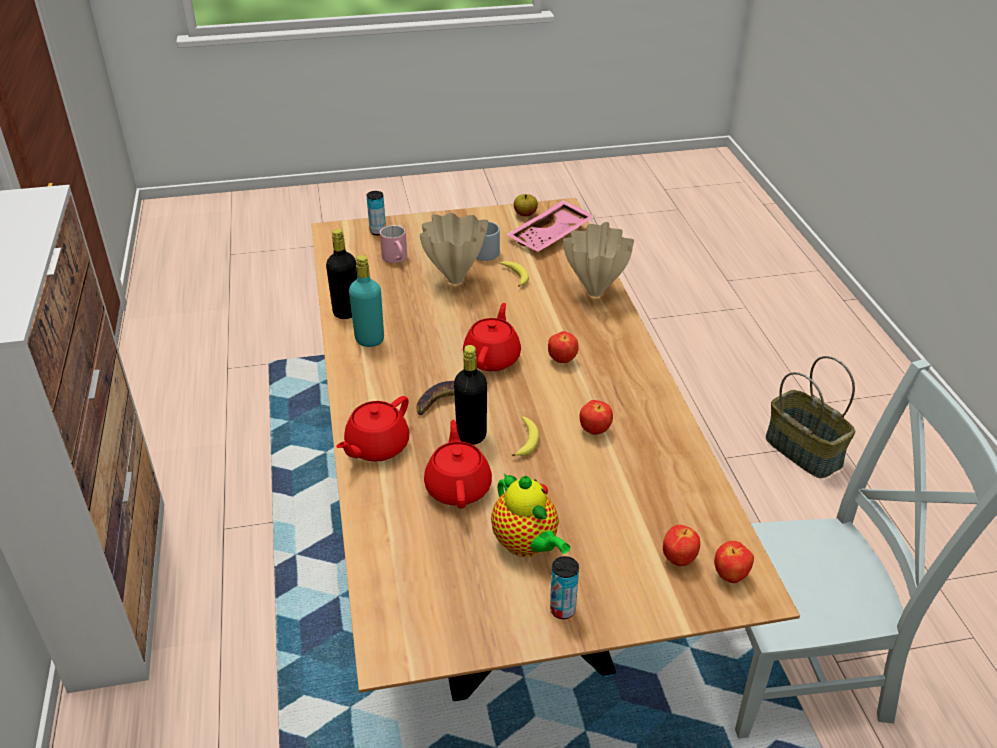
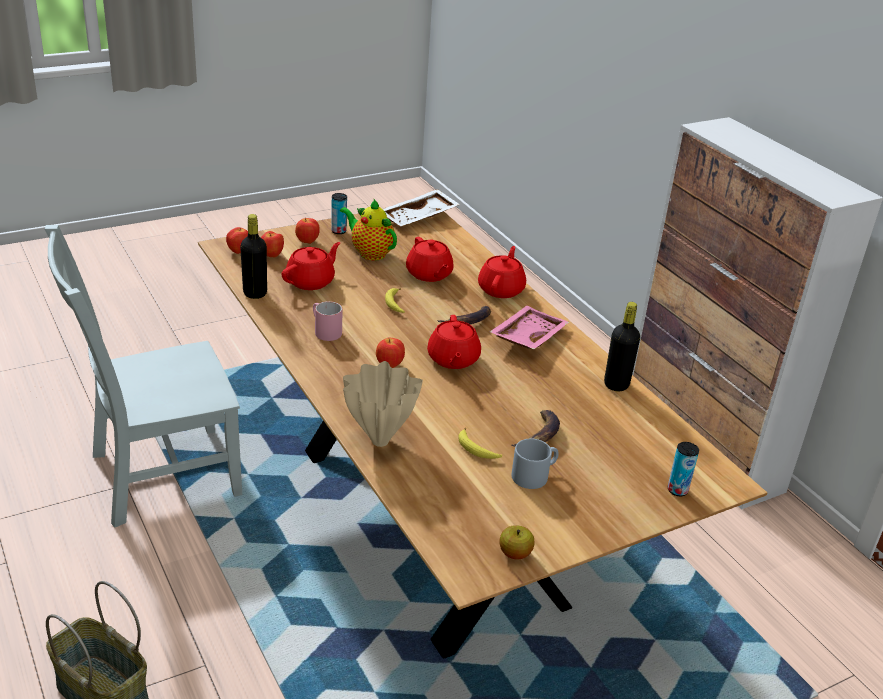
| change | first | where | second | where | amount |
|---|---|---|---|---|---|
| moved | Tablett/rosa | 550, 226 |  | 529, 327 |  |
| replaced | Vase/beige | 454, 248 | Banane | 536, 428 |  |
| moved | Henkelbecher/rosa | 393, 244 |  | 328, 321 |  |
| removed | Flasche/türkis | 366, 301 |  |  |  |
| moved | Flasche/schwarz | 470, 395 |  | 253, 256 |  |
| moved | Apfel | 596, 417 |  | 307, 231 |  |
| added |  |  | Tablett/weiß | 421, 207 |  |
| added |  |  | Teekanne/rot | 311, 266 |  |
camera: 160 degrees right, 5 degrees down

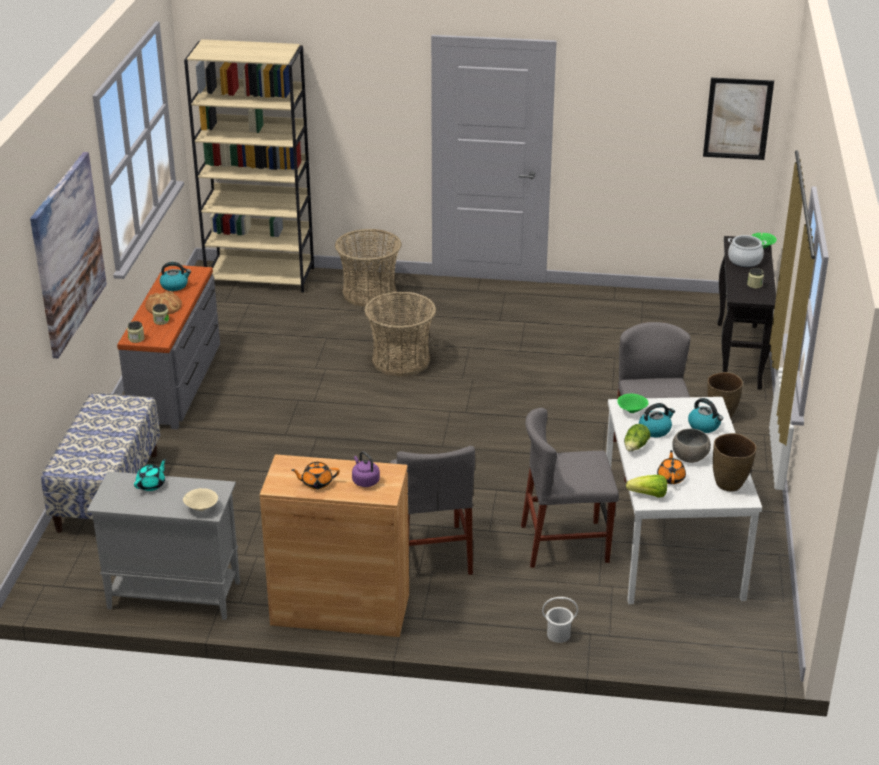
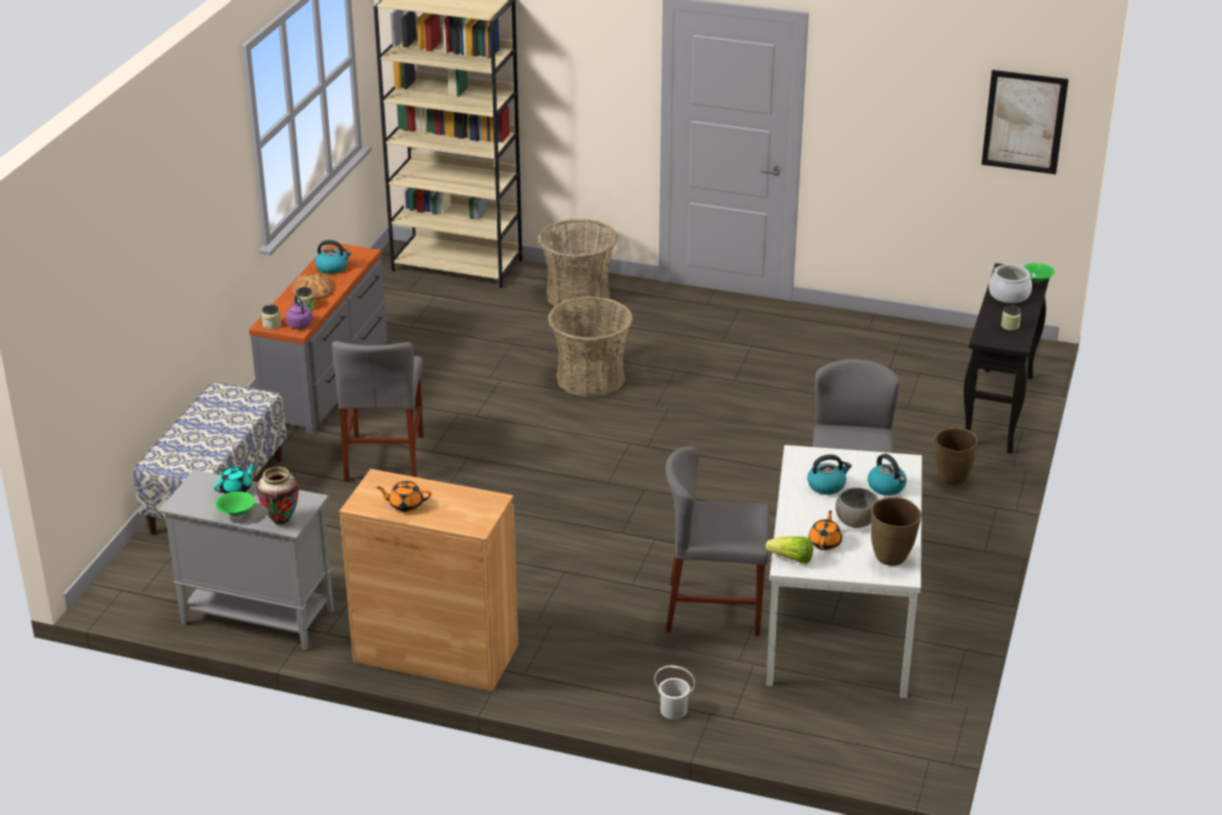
| change | first | where | second | where | amount |
|---|---|---|---|---|---|
| removed | Bild | 68, 255 |  |  |  |
| moved | Schüssel/grün | 632, 403 |  | 235, 504 |  |
| removed | Salatkopf | 637, 437 |  |  |  |
| moved | Stuhl/grau | 432, 510 |  | 378, 411 |  |
| moved | Wasserkessel/lila | 366, 469 |  | 299, 312 |  |
| replaced | Schüssel/beige | 200, 499 | Vase | 278, 496 |  |
camera: 10 degrees right, 0 degrees up

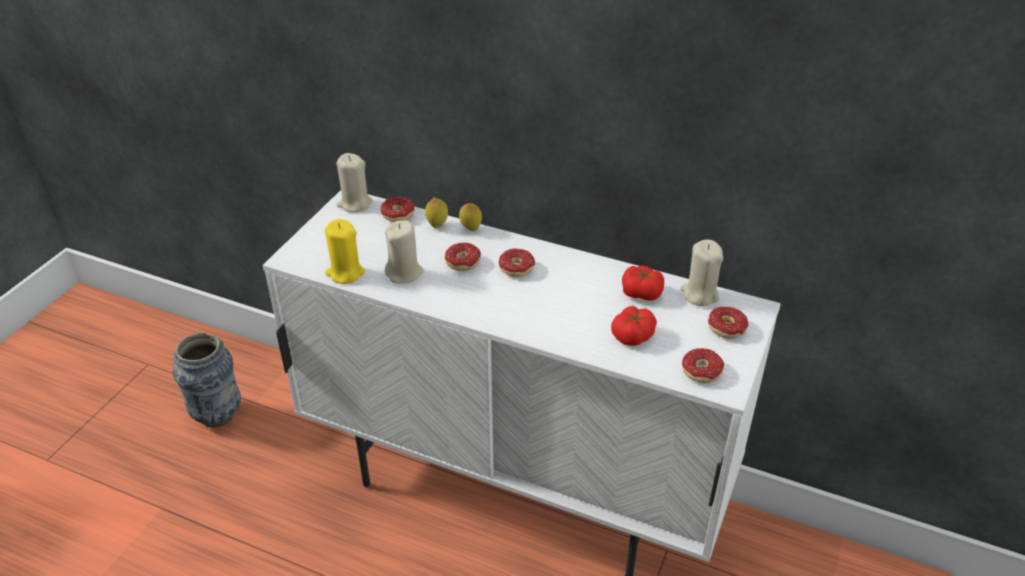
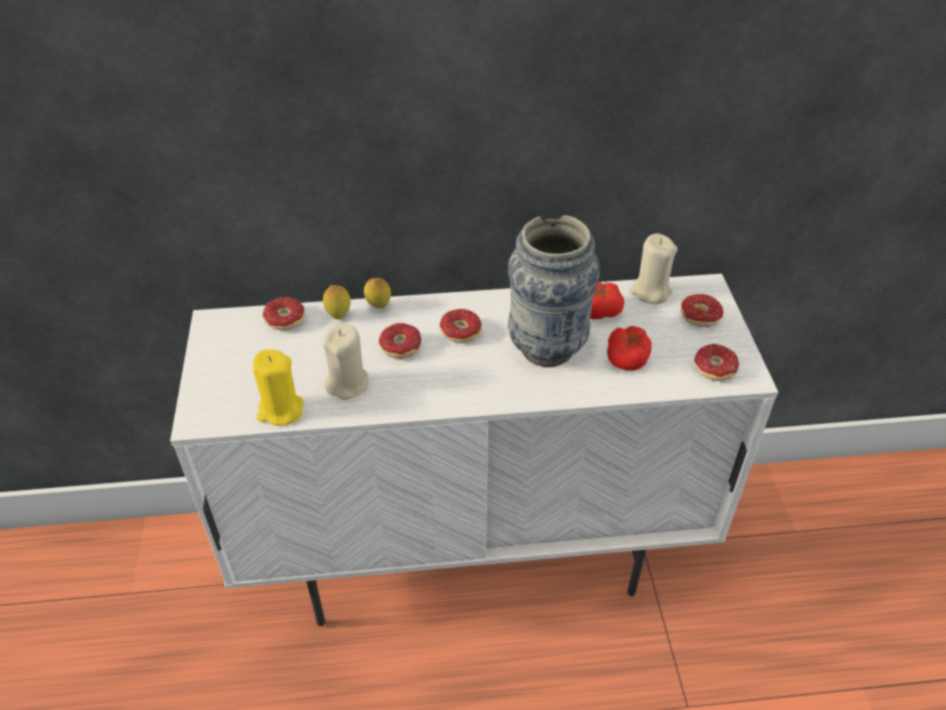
| change | first | where | second | where | amount |
|---|---|---|---|---|---|
| removed | Kerze/beige | 354, 183 |  |  |  |
| moved | Vase | 207, 379 |  | 554, 291 |  |
camera: 30 degrees left, 5 degrees up

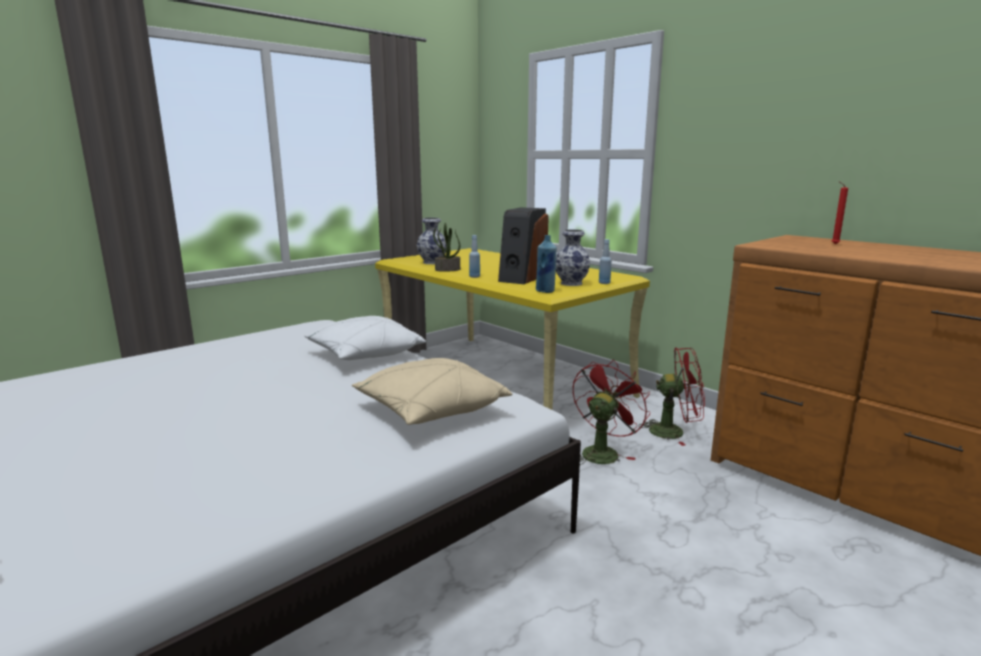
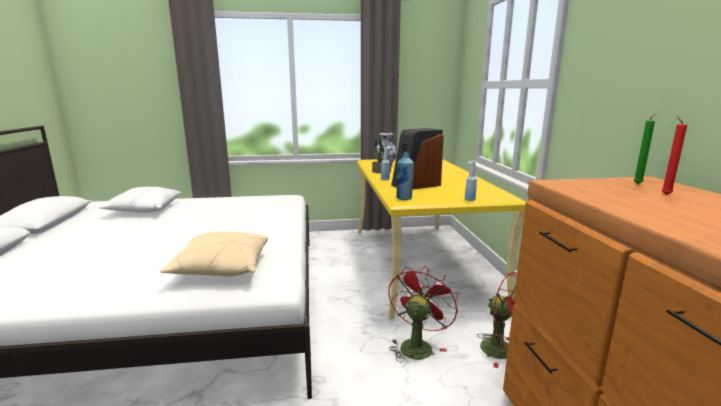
| change | first | where | second | where | amount |
|---|---|---|---|---|---|
| removed | Vase | 573, 257 |  |  |  |
| moved | Kissen/weiß | 365, 338 |  | 139, 199 |  |
| turned | Ventilator/rot | 611, 412 |  | 423, 313 | 45 degrees counterclockwise |
| added |  |  | Kerze/grün | 645, 148 |  |
camera: 35 degrees right, 0 degrees up

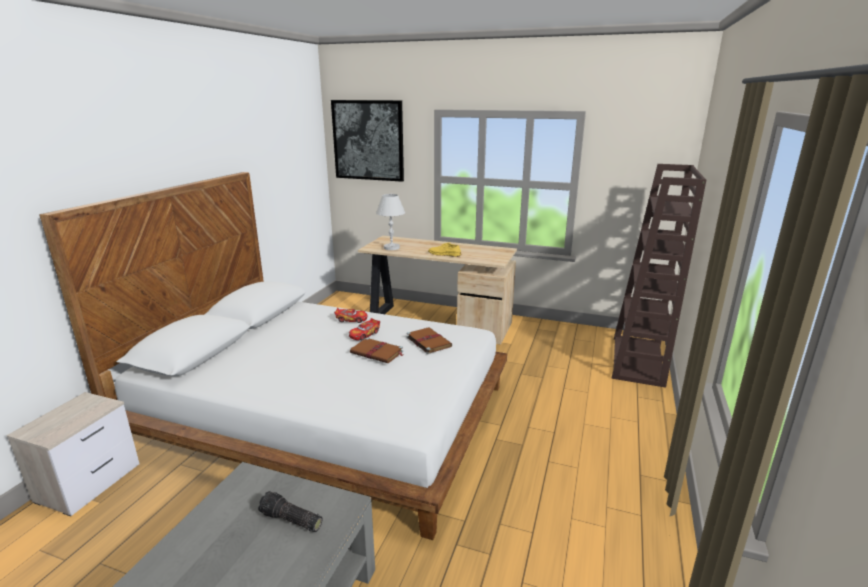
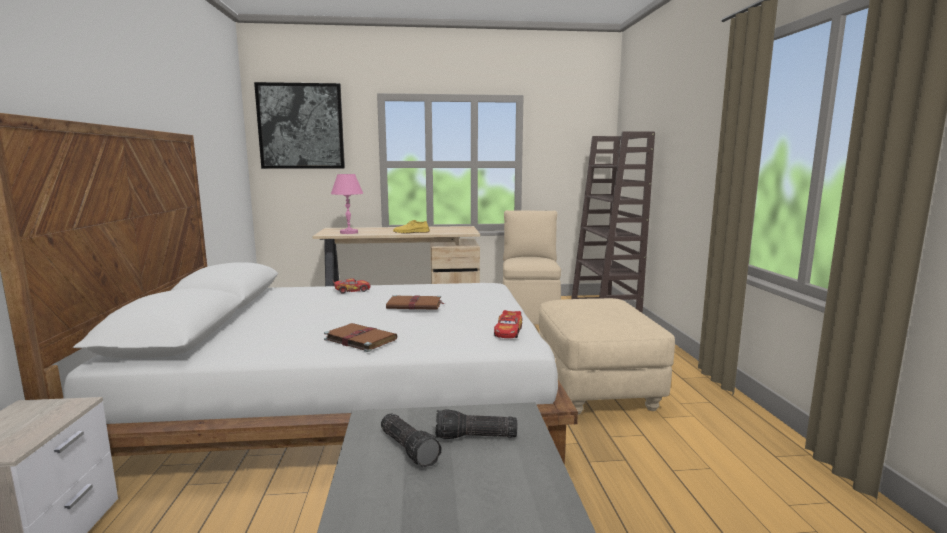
| change | first | where | second | where | amount |
|---|---|---|---|---|---|
| recoloured | Tischlampe/weiß | 390, 222 | Tischlampe/rosa | 347, 204 |  |
| moved | Spielzeugauto | 364, 329 |  | 508, 324 |  |
| moved | Buch/braun | 429, 340 |  | 360, 337 |  |
| added |  |  | Stuhl/beige | 532, 267 |  |
| added |  |  | Polsterhocker/beige | 607, 356 |  |
| added |  |  | Taschenlampe | 411, 440 |  |
camera: 25 degrees left, 10 degrees down

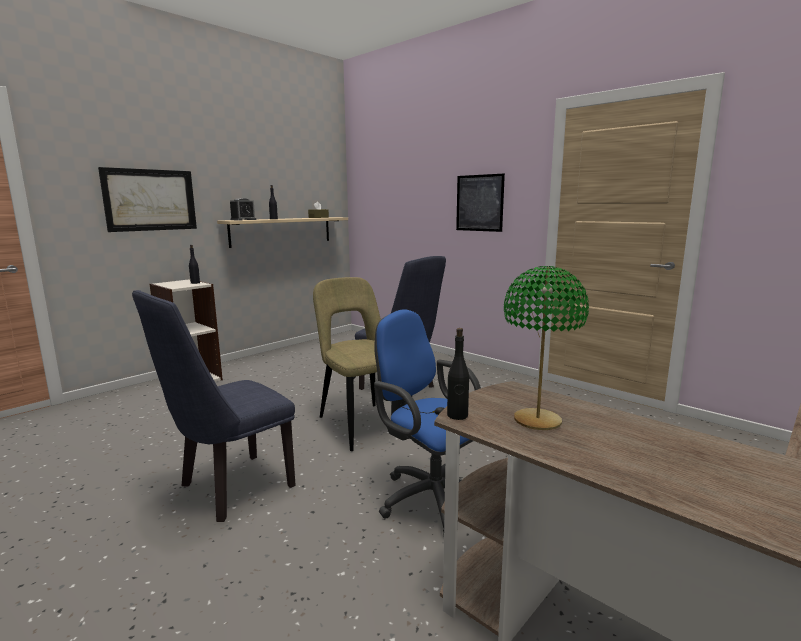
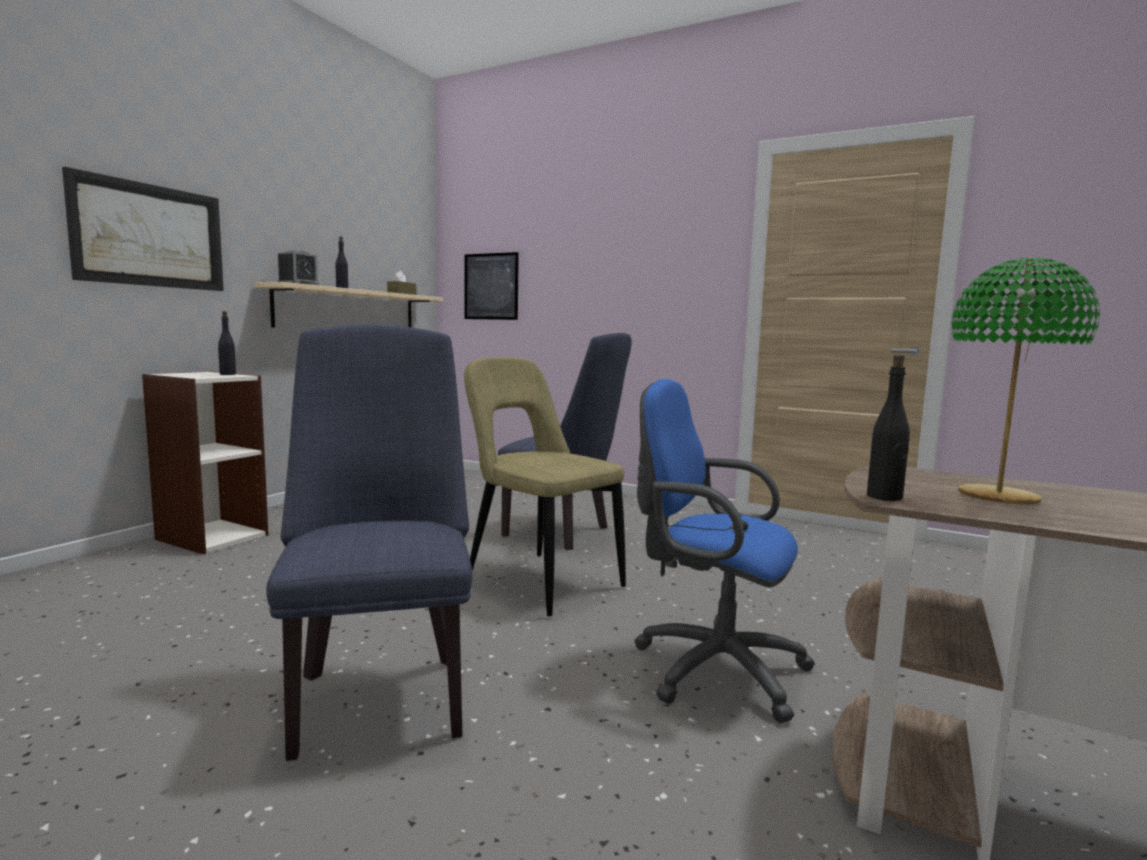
| change | first | where | second | where | amount |
|---|---|---|---|---|---|
| moved | Bild | 480, 203 |  | 492, 286 |  |
| turned | Stuhl/blau | 213, 406 |  | 369, 543 | 135 degrees clockwise |
camera: 15 degrees left, 5 degrees down

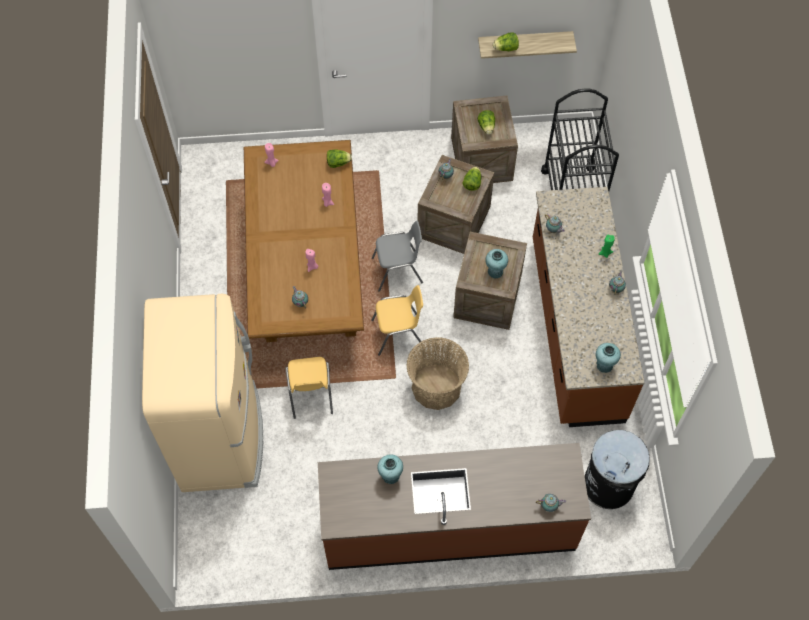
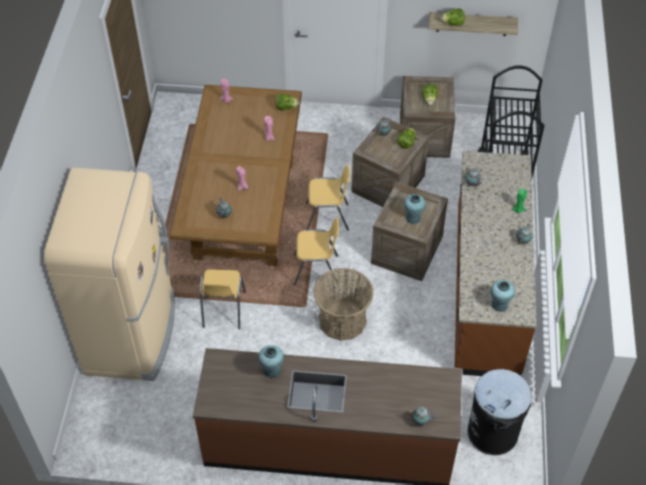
| change | first | where | second | where | amount |
|---|---|---|---|---|---|
| recoloured | Stuhl/grau | 397, 256 | Stuhl/gelb | 328, 198 |  |
camera: 10 degrees right, 10 degrees down

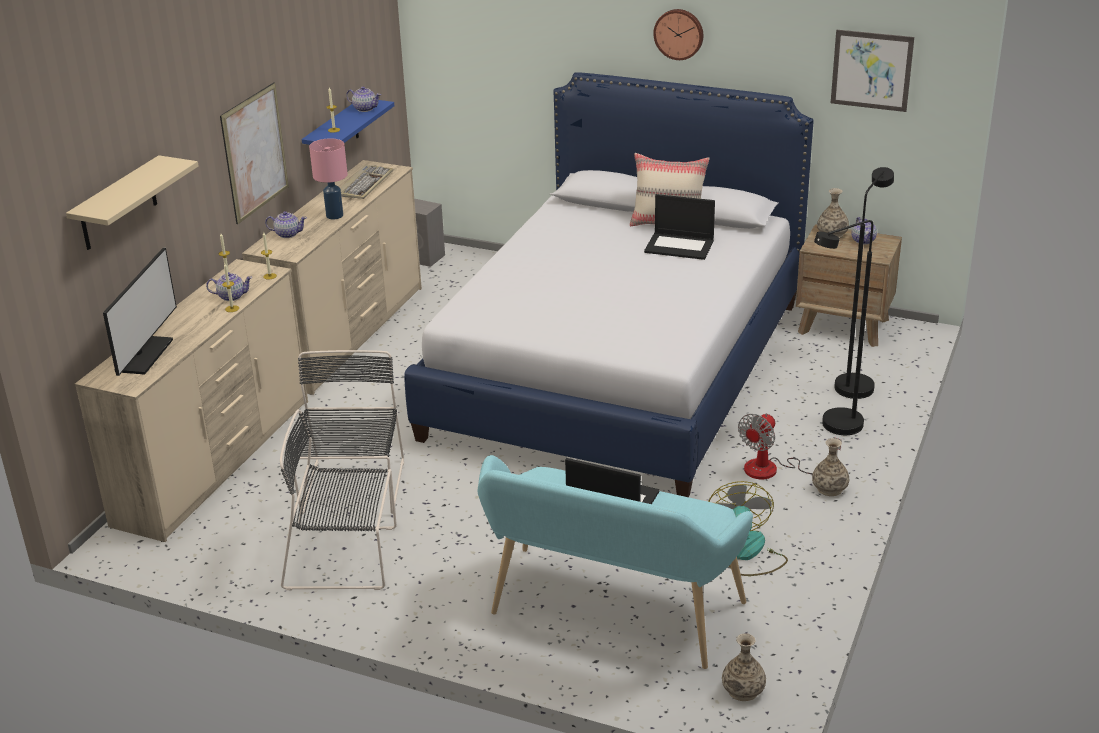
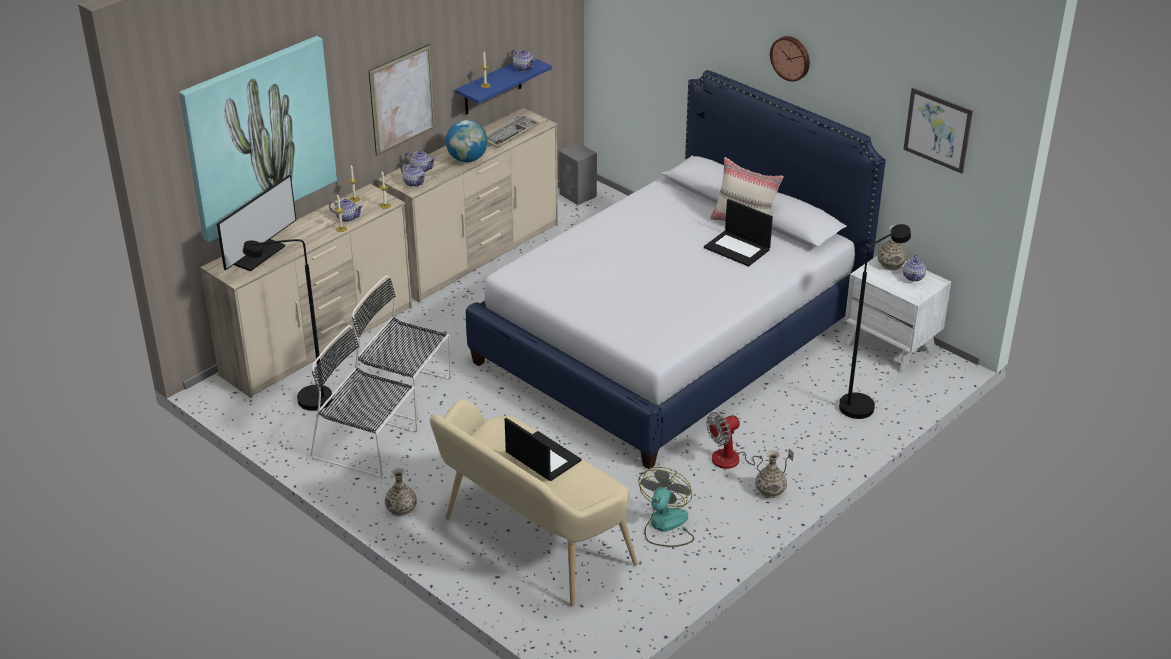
| change | first | where | second | where | amount |
|---|---|---|---|---|---|
| replaced | Tischlampe/rosa | 328, 178 | Globus | 467, 141 |  |
| replaced | Wandregal/beige | 132, 202 | Bild | 258, 139 |  |
| moved | Stehlampe/schwarz | 843, 327 |  | 288, 325 |  |
| recoloured | Nachttisch/braun | 849, 285 | Nachttisch/weiß | 898, 315 |  |
| turned | Stuhl/schwarz | 347, 432 |  | 400, 348 | 90 degrees counterclockwise |
| recoloured | Bank/türkis | 615, 562 | Bank/beige | 534, 503 |  |
| moved | Vase | 744, 667 |  | 401, 492 |  |
| added |  |  | Teekanne | 413, 175 |  |
camera: 20 degrees right, 5 degrees up

